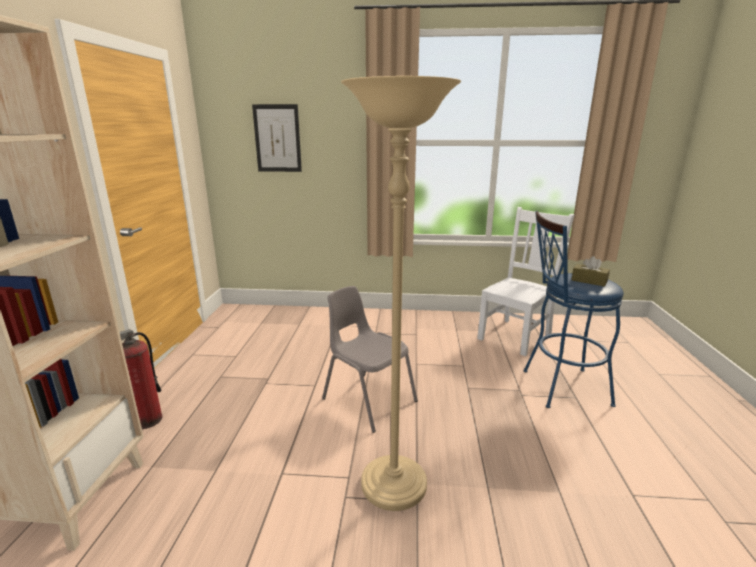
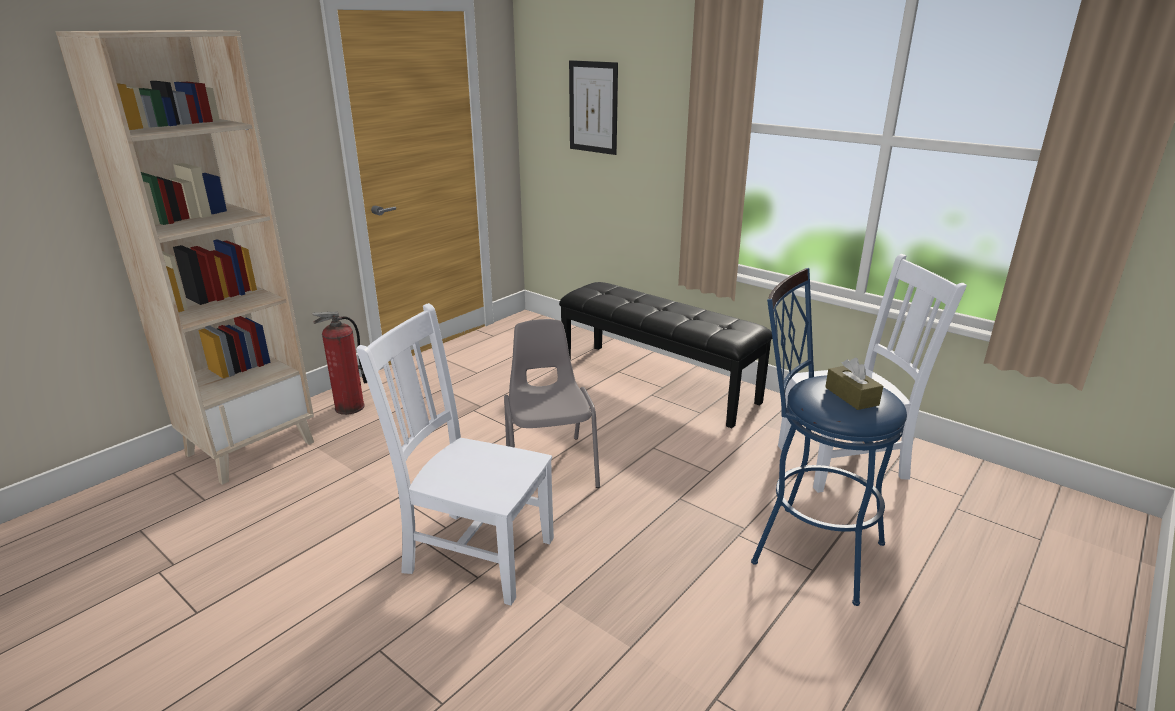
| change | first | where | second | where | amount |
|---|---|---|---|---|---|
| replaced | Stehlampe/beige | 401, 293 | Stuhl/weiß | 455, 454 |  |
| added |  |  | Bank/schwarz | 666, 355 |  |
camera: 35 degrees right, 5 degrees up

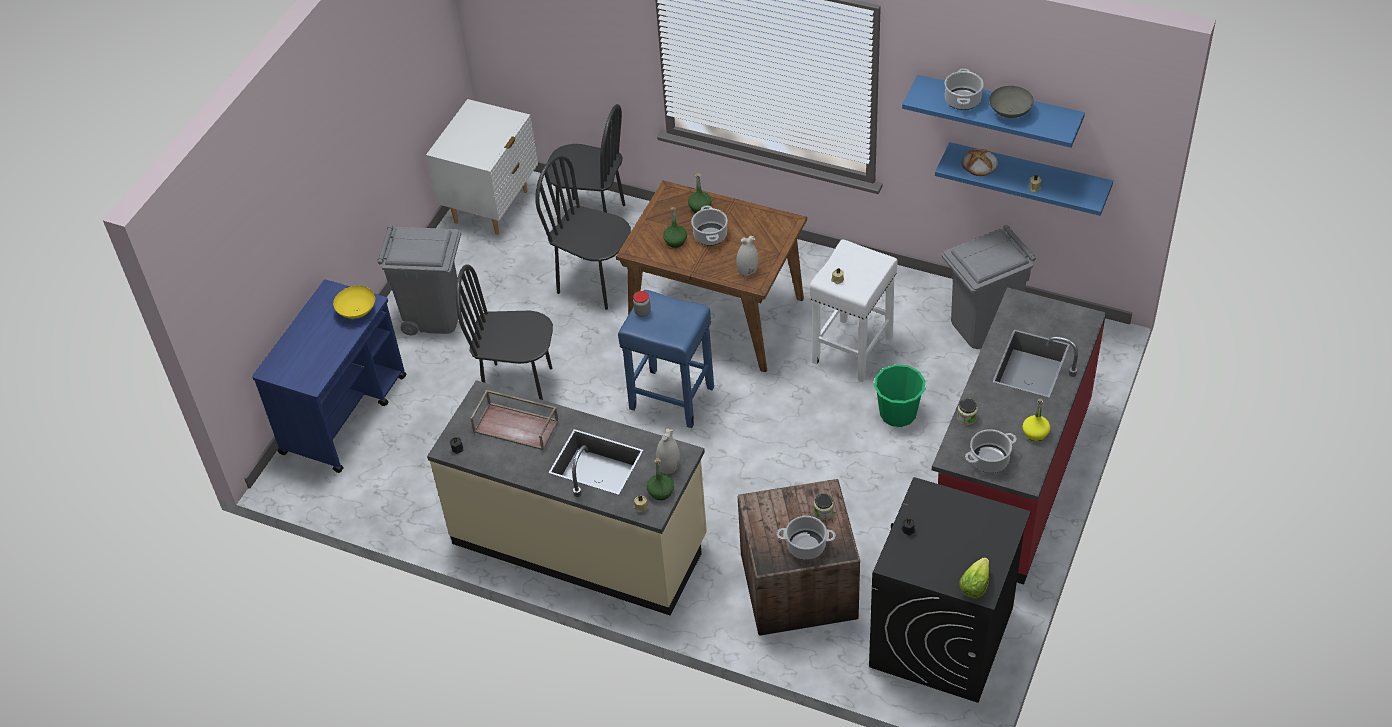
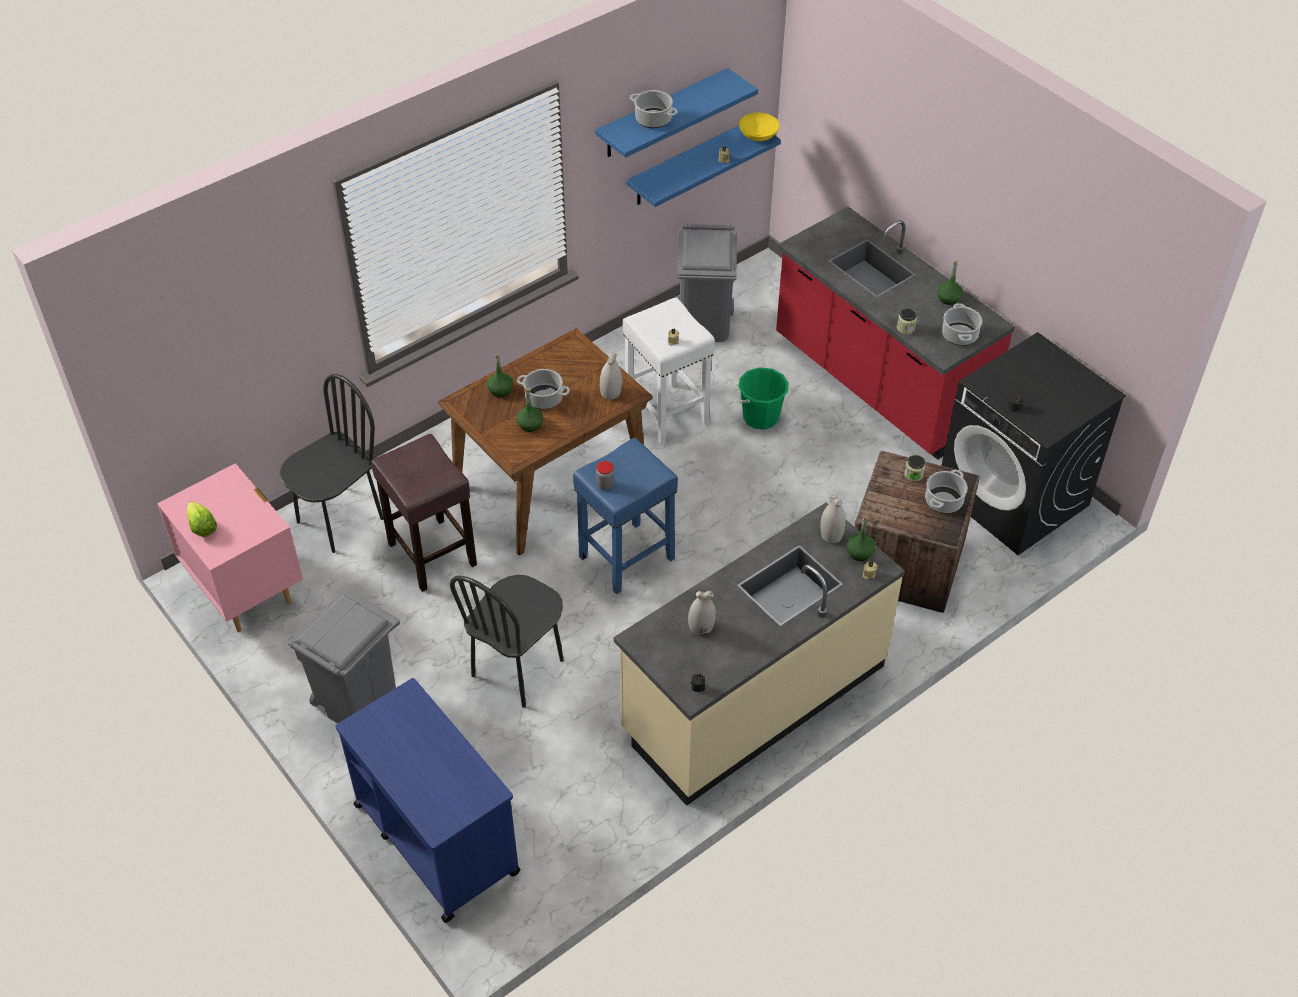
| change | first | where | second | where | amount |
|---|---|---|---|---|---|
| removed | Schüssel/grau | 1011, 102 |  |  |  |
| recoloured | Nachttisch/weiß | 482, 167 | Nachttisch/rosa | 230, 547 |  |
| removed | Brot | 979, 162 |  |  |  |
| replaced | Stuhl/schwarz | 583, 232 | Hocker/braun | 424, 513 |  |
| moved | Schüssel/gelb | 354, 302 |  | 759, 127 |  |
| replaced | Tablett/braun | 514, 420 | Vase/weiß | 702, 612 |  |
| recoloured | Flasche/gelb | 1036, 420 | Flasche/grün | 950, 283 |  |
| moved | Salatkopf | 974, 578 |  | 202, 519 |  |
camera: 65 degrees left, 0 degrees up

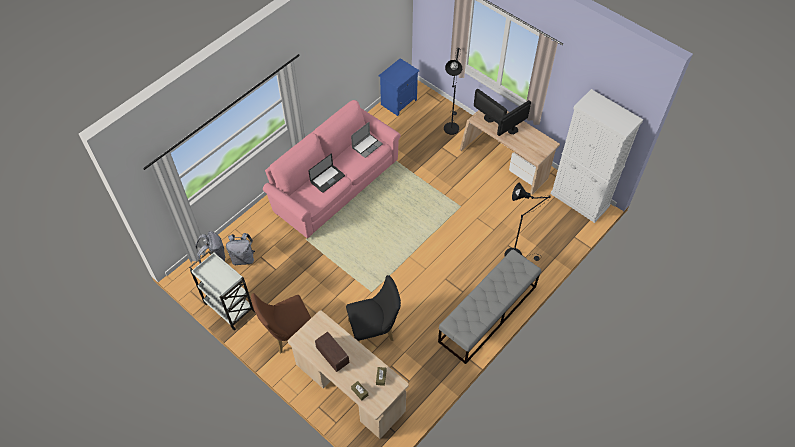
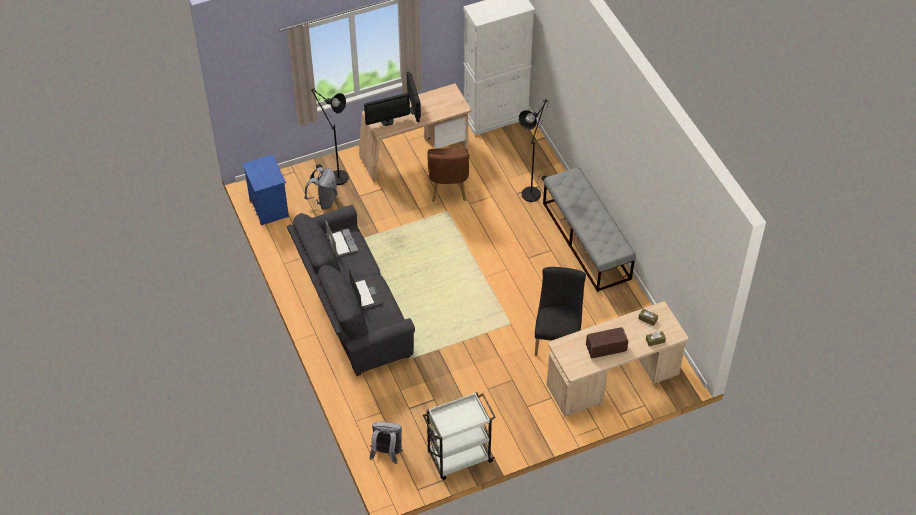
| change | first | where | second | where | amount |
|---|---|---|---|---|---|
| recoloured | Sofa/rosa | 332, 169 | Sofa/grau | 351, 290 |  |
| moved | Rucksack/grau | 240, 249 |  | 321, 188 |  |
| moved | Stuhl/braun | 281, 323 |  | 449, 175 |  |
camera: 65 degrees left, 5 degrees down

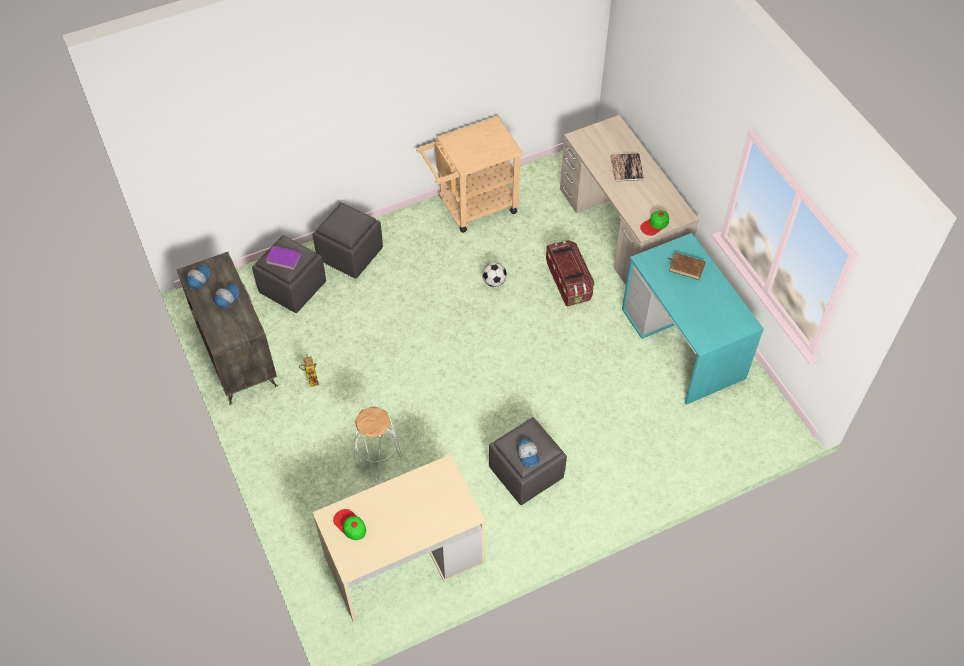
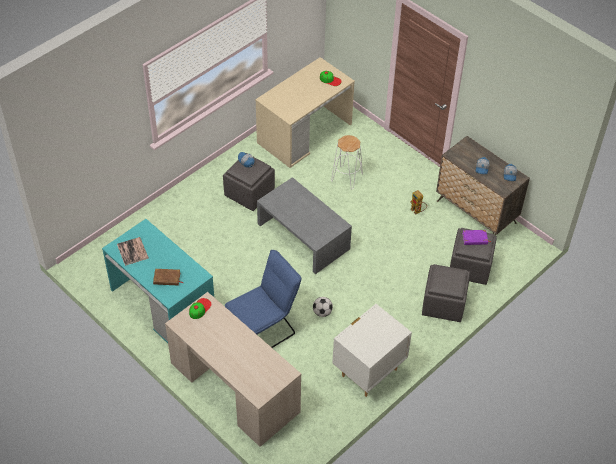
| change | first | where | second | where | amount |
|---|---|---|---|---|---|
| replaced | Rollwagen/beige | 469, 174 | Nachttisch/weiß | 372, 350 |  |
| moved | Buch | 627, 167 |  | 133, 251 |  |
| replaced | Aufbewahrungsbox | 570, 273 | Stuhl/blau | 263, 299 |  |
| added |  |  | Couchtisch/grau | 304, 225 |  |
camera: 160 degrees right, 5 degrees down

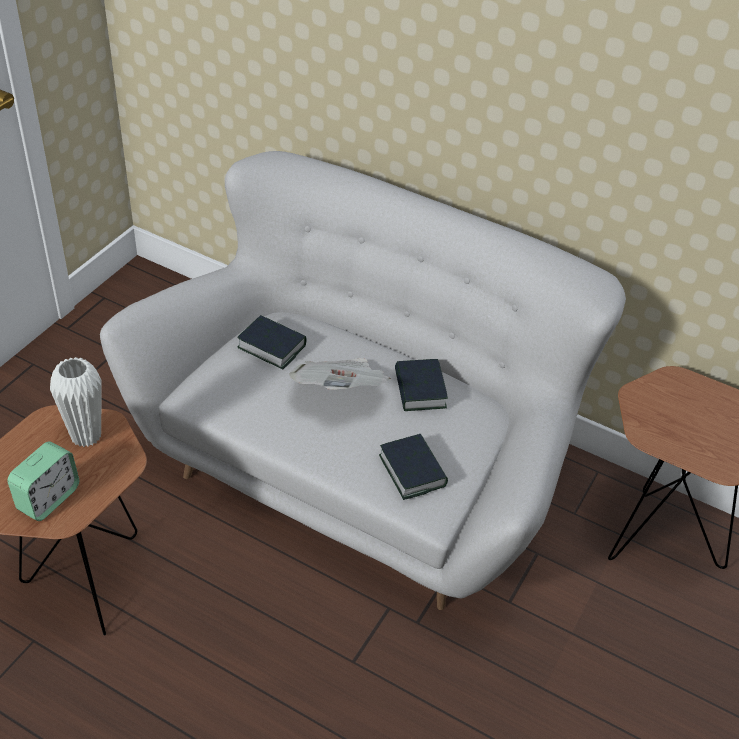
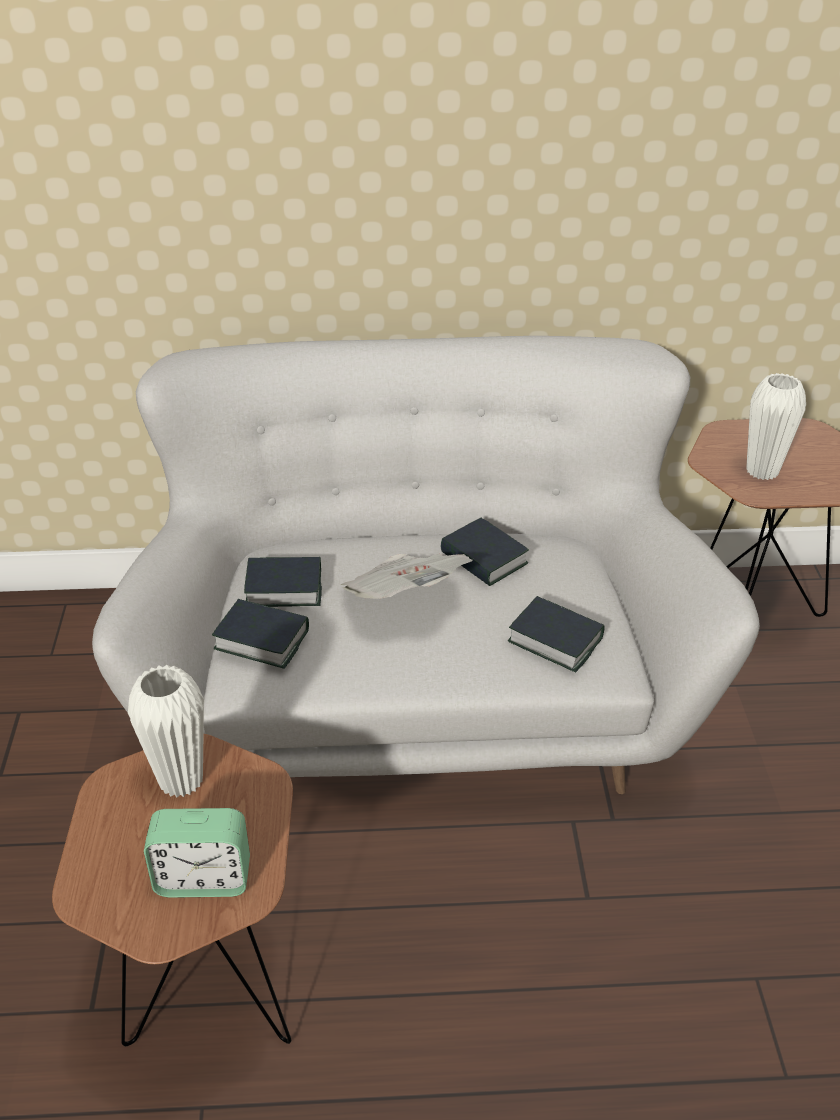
| change | first | where | second | where | amount |
|---|---|---|---|---|---|
| turned | Wecker | 43, 481 |  | 197, 853 | 90 degrees clockwise |
| added |  |  | Vase/weiß | 776, 426 |  |
| added |  |  | Buch | 260, 634 |  |
camera: 30 degrees left, 5 degrees down

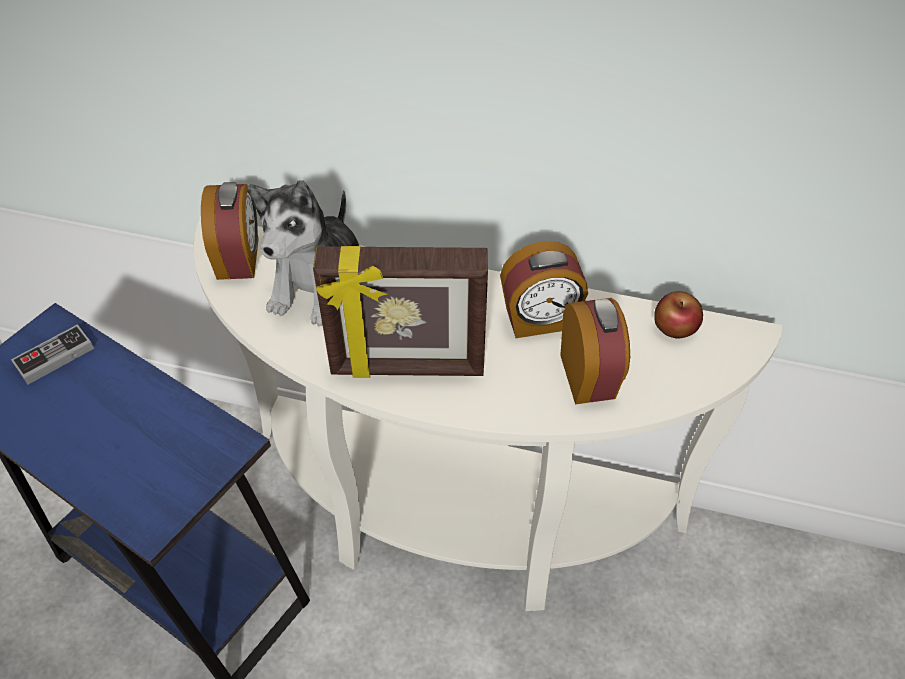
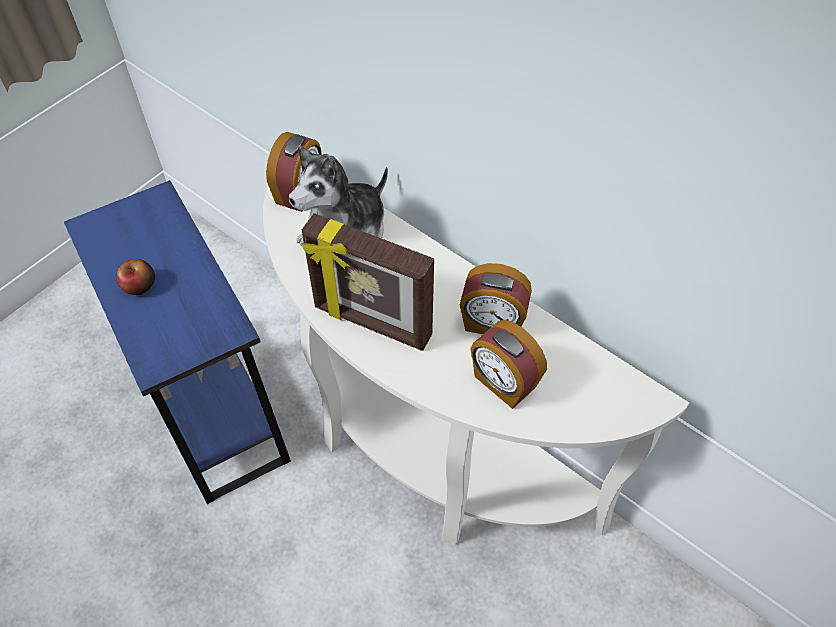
| change | first | where | second | where | amount |
|---|---|---|---|---|---|
| moved | Apfel | 678, 315 |  | 136, 277 |  |
| turned | Wecker | 595, 351 |  | 509, 364 | 120 degrees clockwise |
| removed | Gamepad | 52, 354 |  |  |  |
camera: 25 degrees right, 5 degrees up

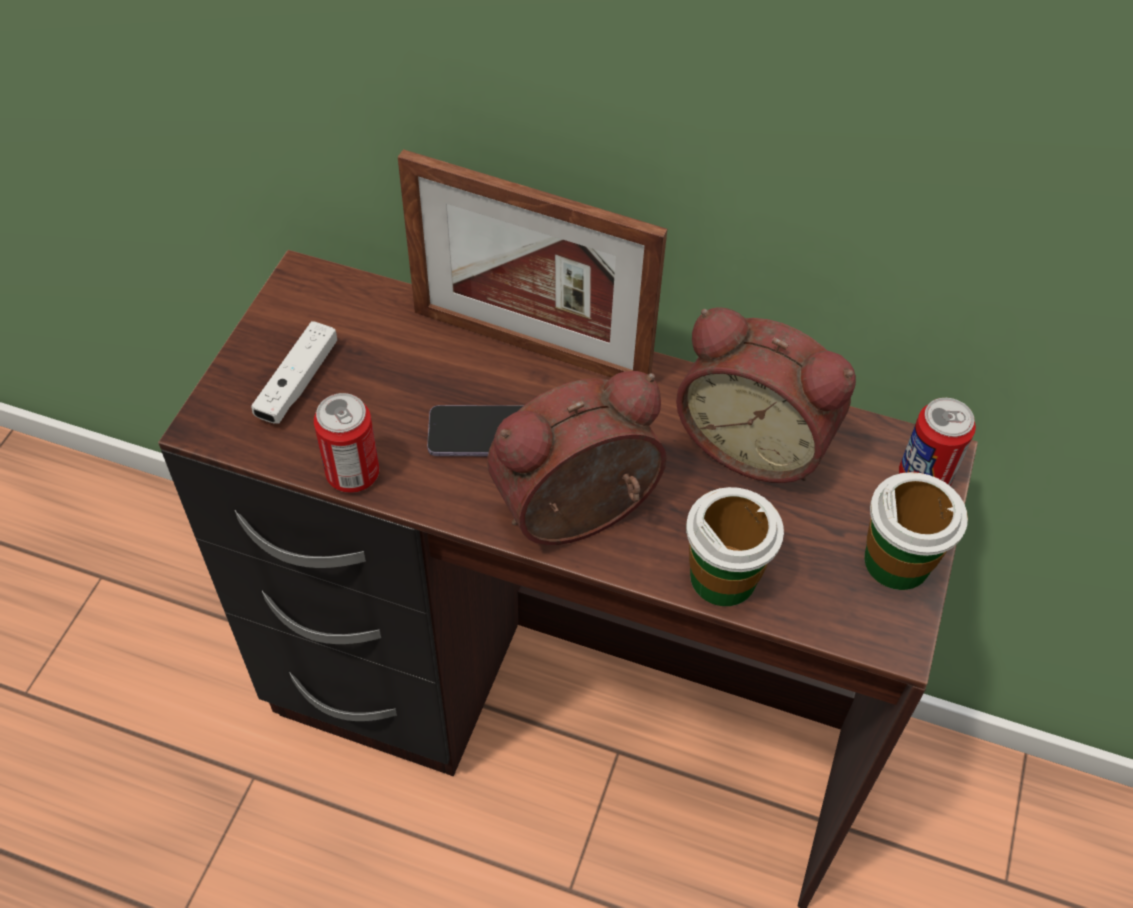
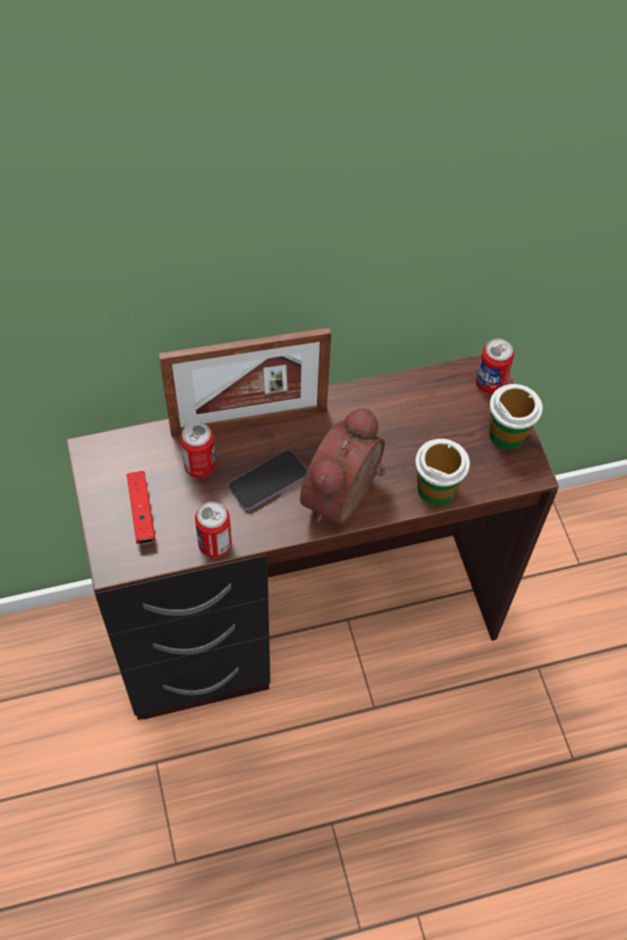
| change | first | where | second | where | amount |
|---|---|---|---|---|---|
| removed | Wecker | 766, 395 |  |  |  |
| recoloured | Gamepad/weiß | 294, 372 | Gamepad/rot | 141, 507 |  |
| added |  |  | Dose | 198, 450 |  |
camera: 35 degrees left, 5 degrees up

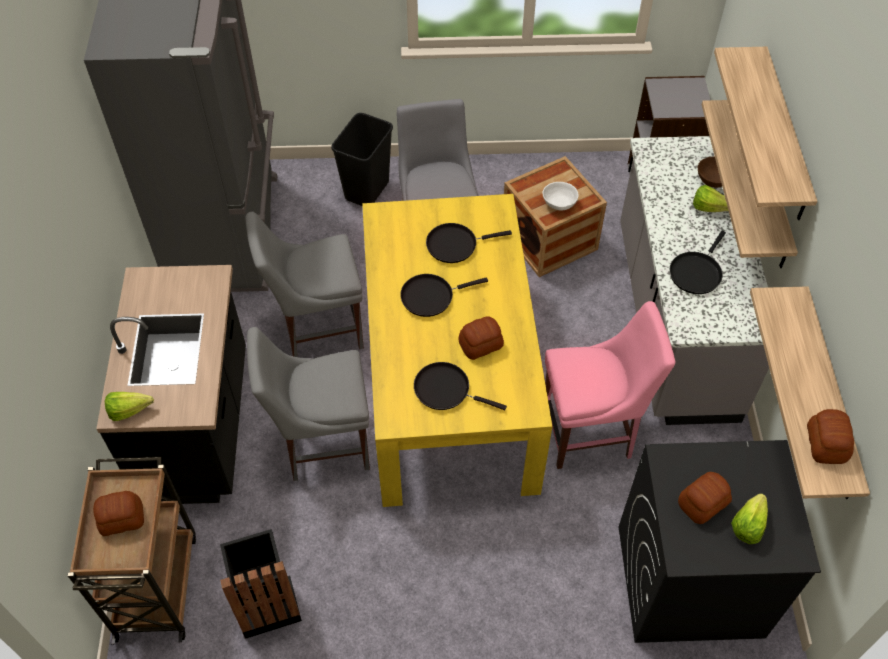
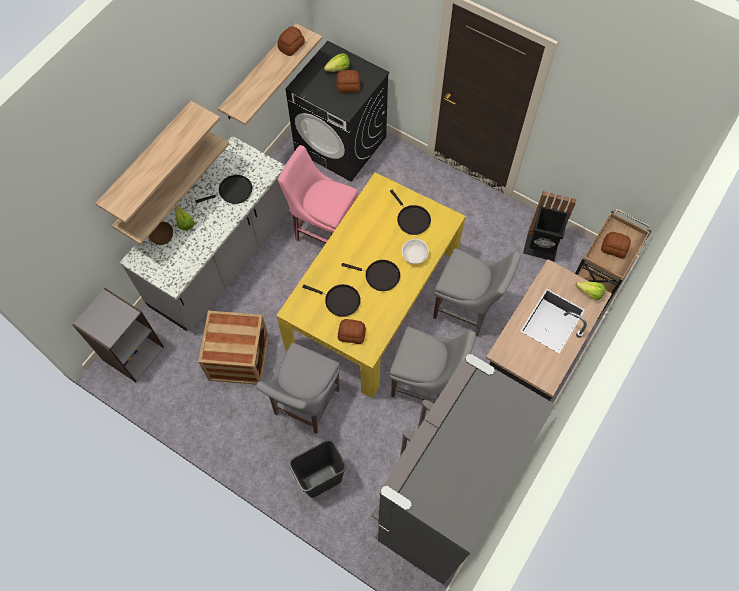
| change | first | where | second | where | amount |
|---|---|---|---|---|---|
| moved | Schüssel/weiß | 560, 196 |  | 415, 251 |  |
| moved | Brot | 481, 338 |  | 352, 331 |  |
camera: 145 degrees left, 10 degrees up

